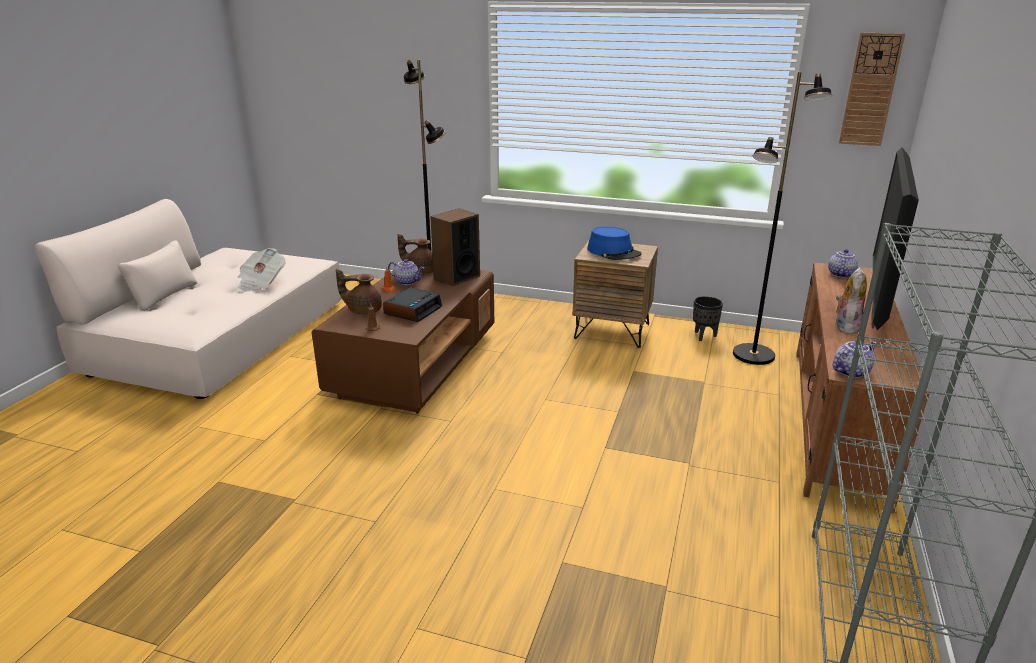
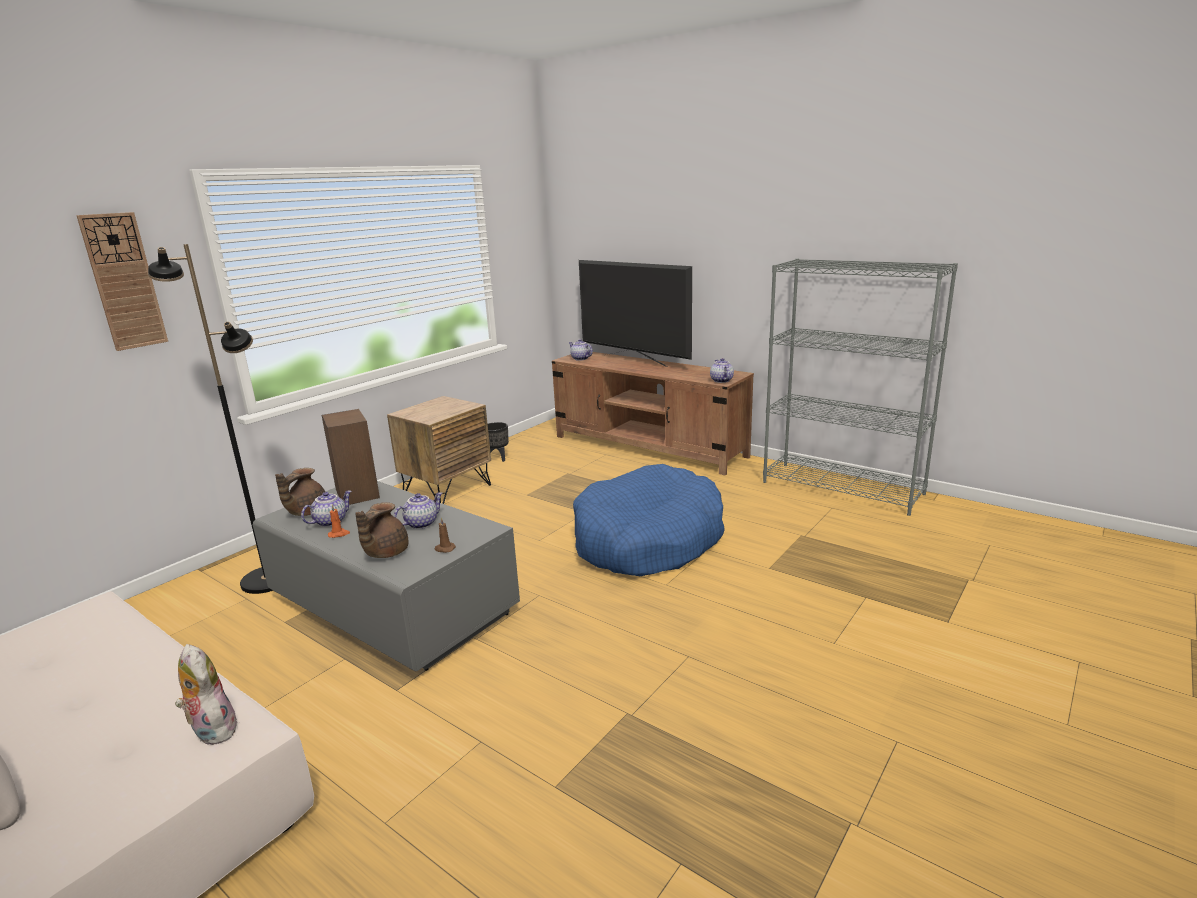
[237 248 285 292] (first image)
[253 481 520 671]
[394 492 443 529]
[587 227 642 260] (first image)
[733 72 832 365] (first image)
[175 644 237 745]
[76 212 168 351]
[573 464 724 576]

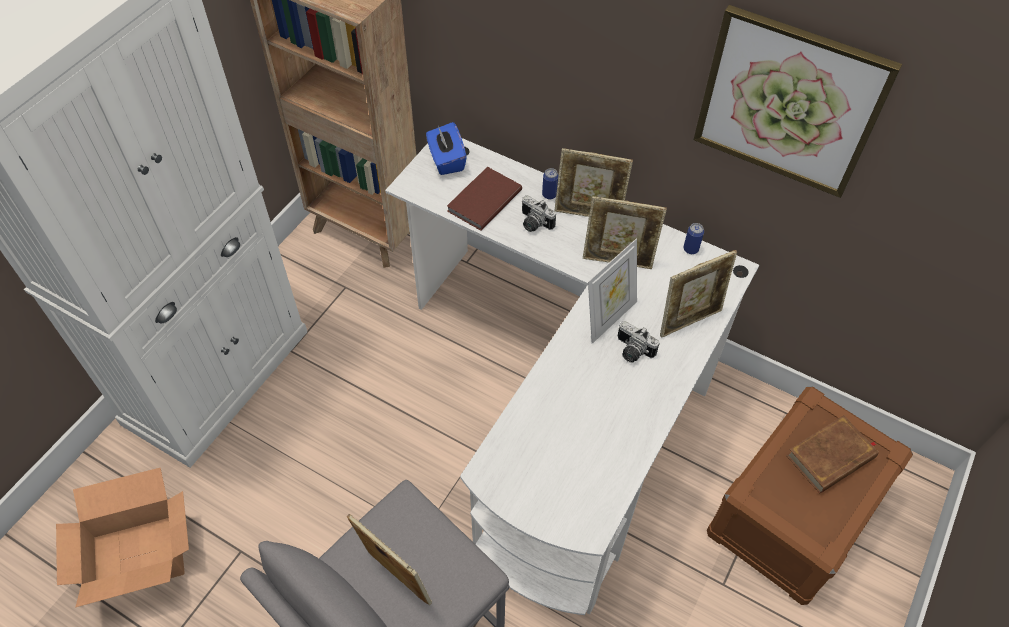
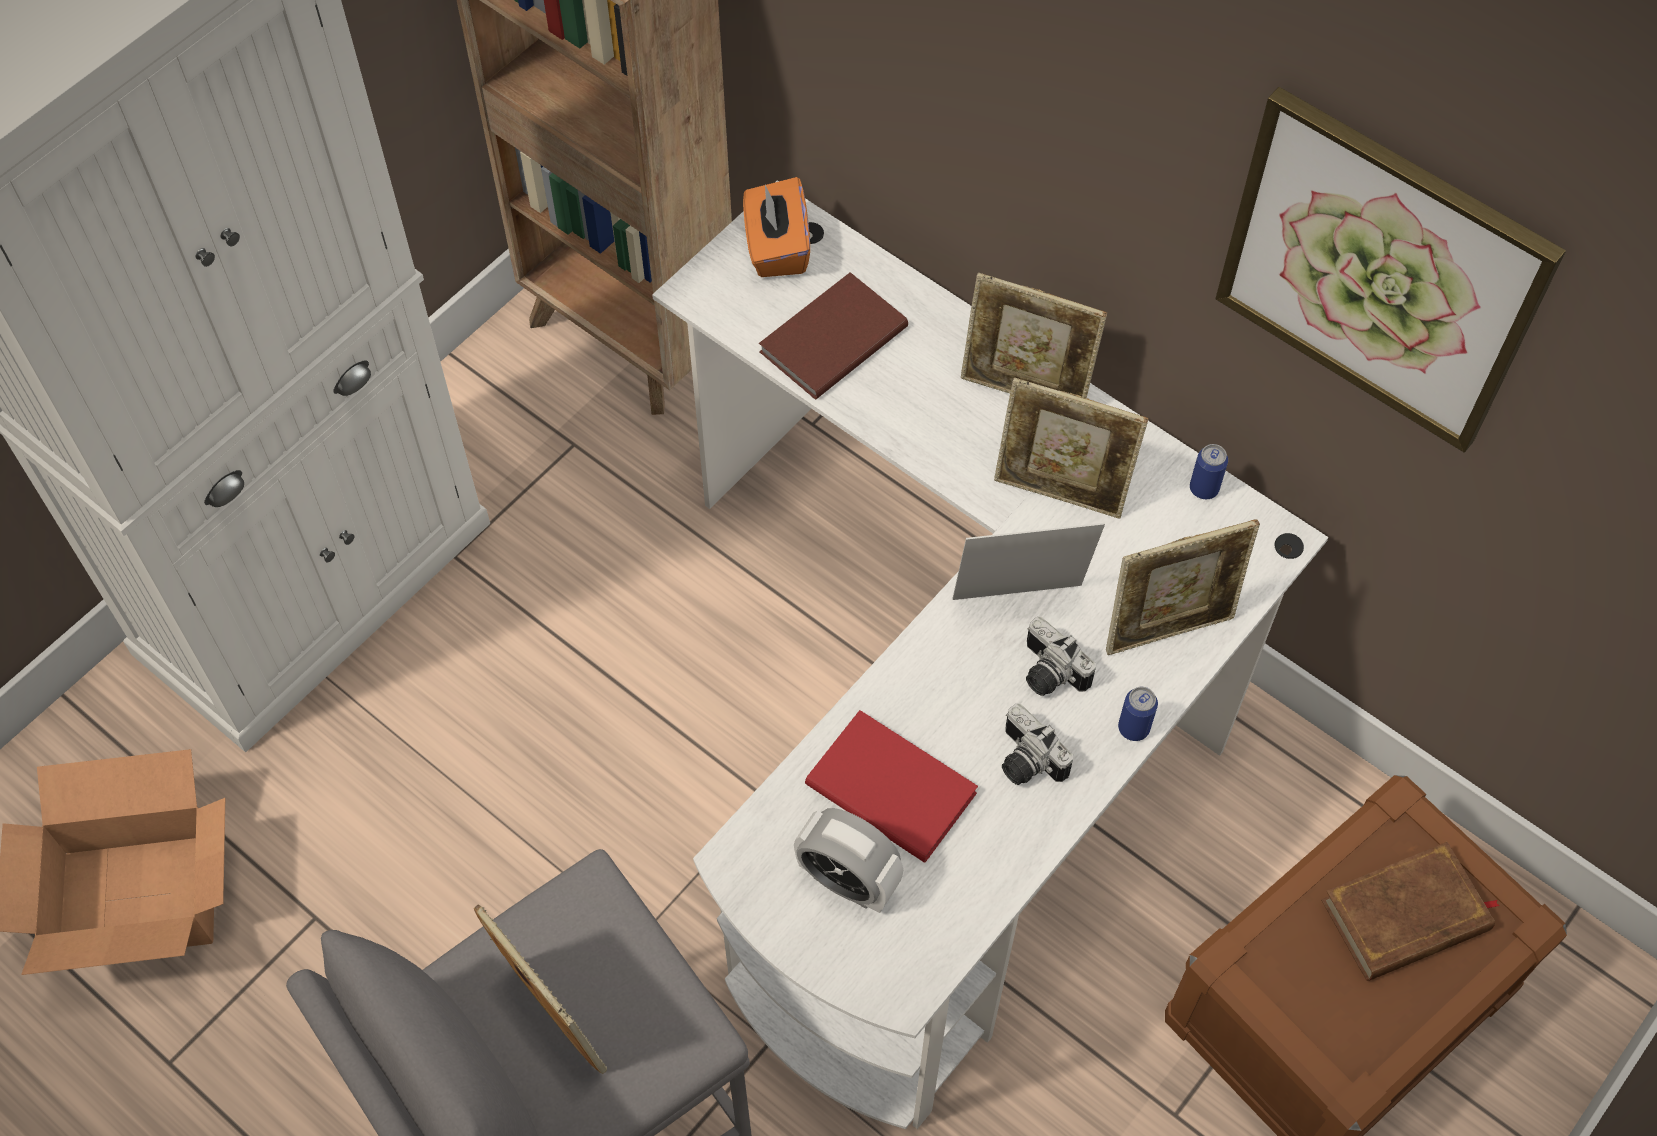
[743 177 810 277]
[1002 704 1073 785]
[1118 687 1158 741]
[952 523 1105 600]
[794 808 903 913]
[805 710 978 863]

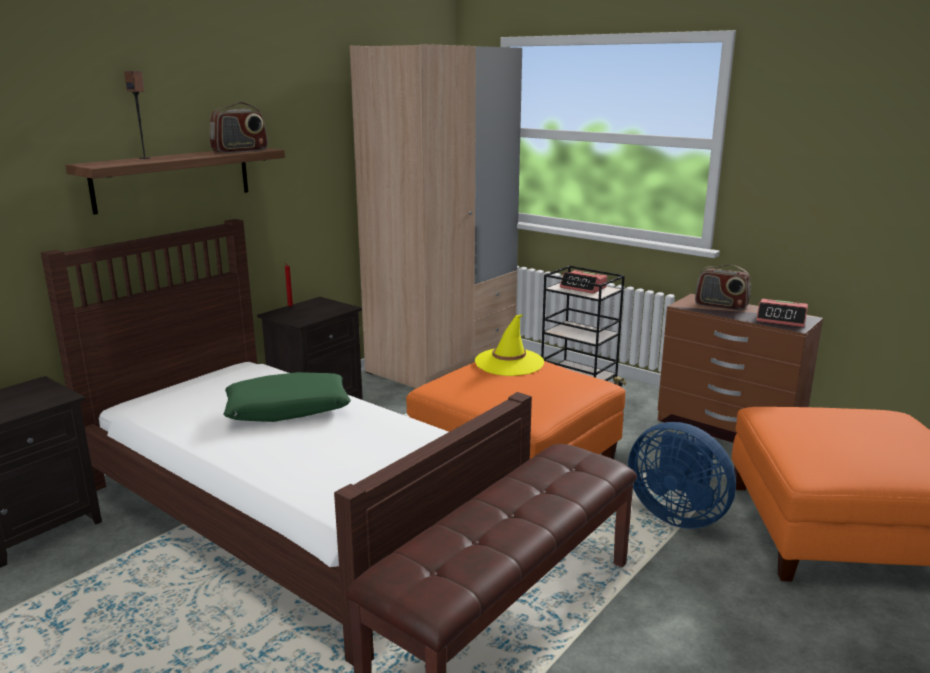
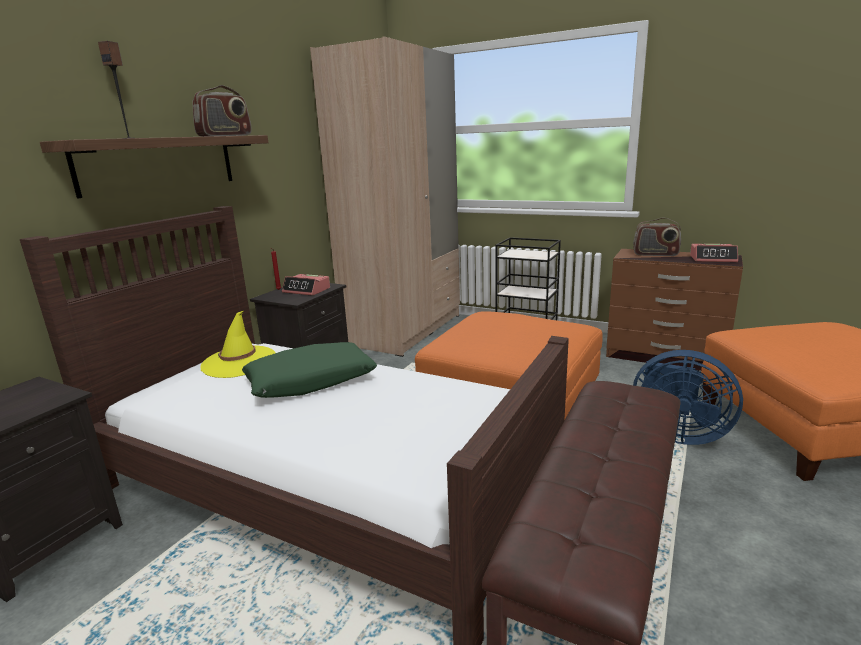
[201 311 276 378]
[282 274 330 296]

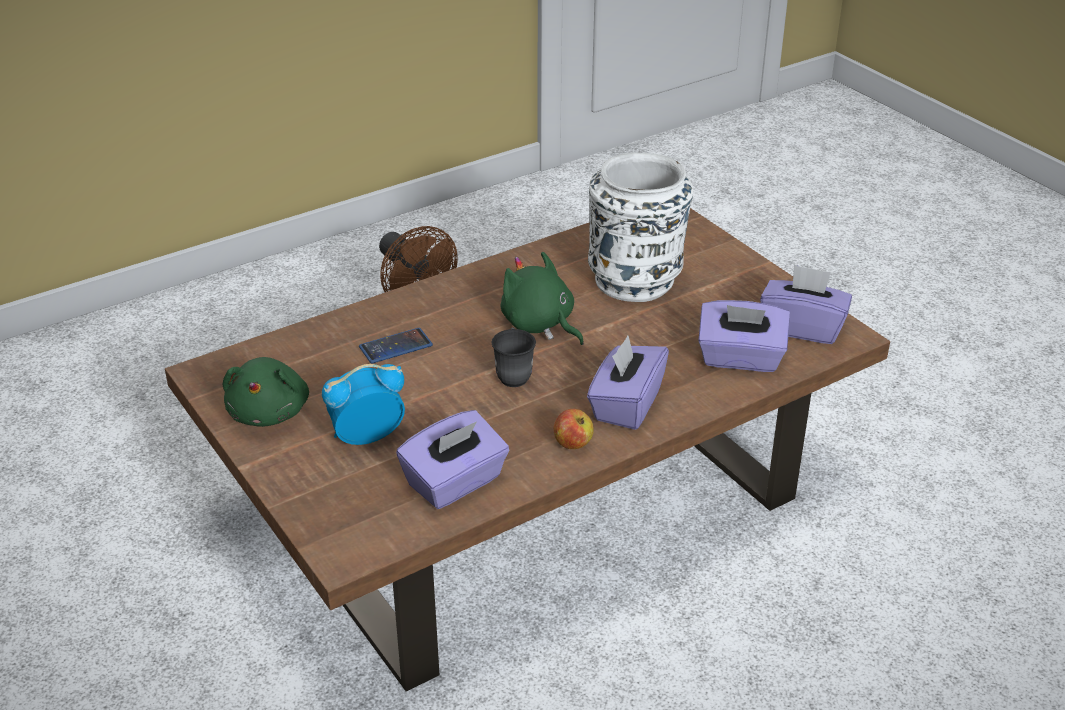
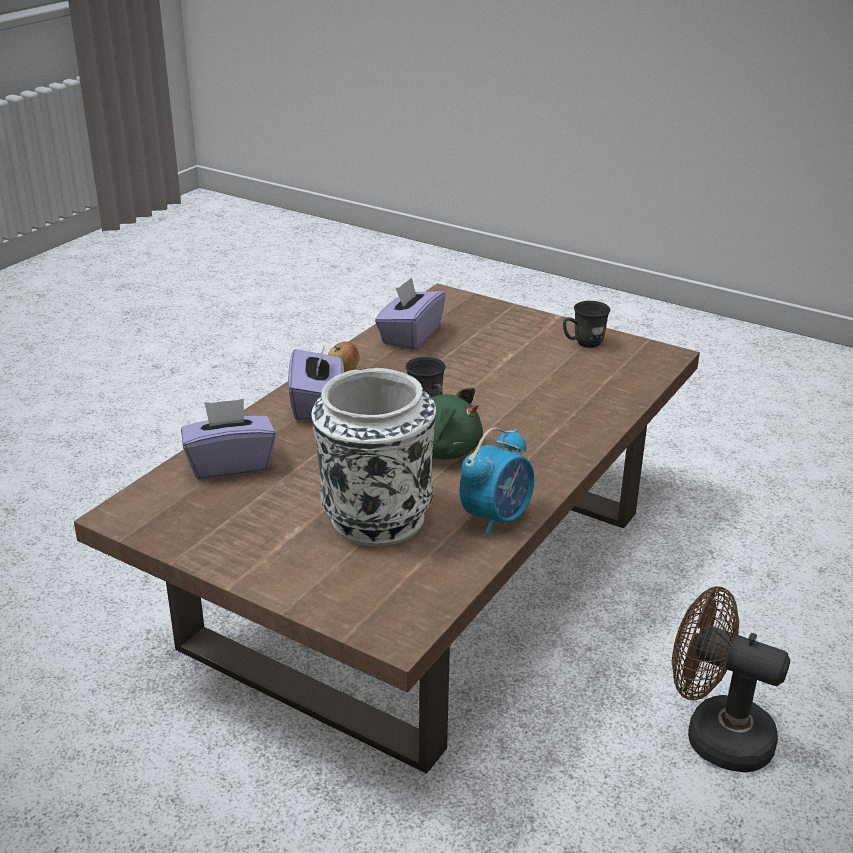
[563 301 610 348]
[459 428 534 537]
[359 328 433 364] (first image)
[760 265 852 344] (first image)

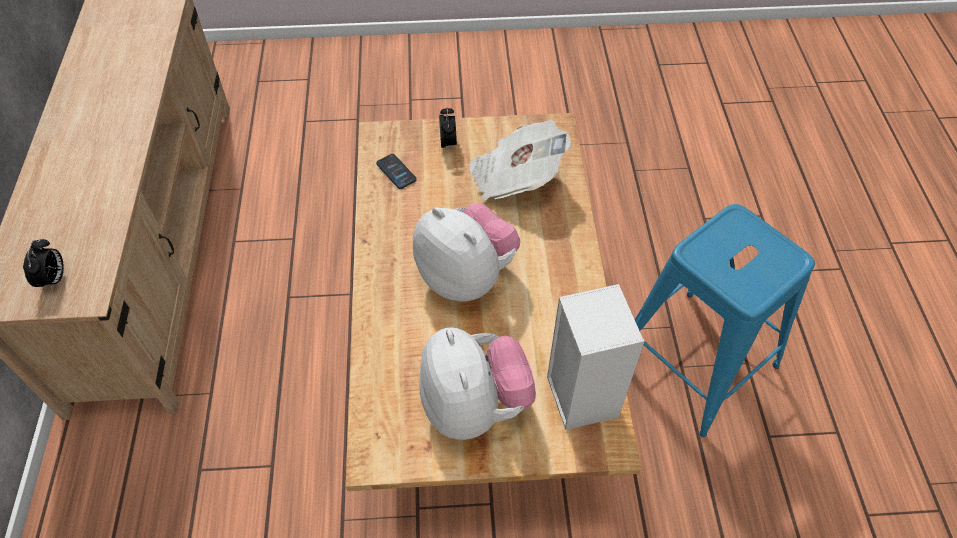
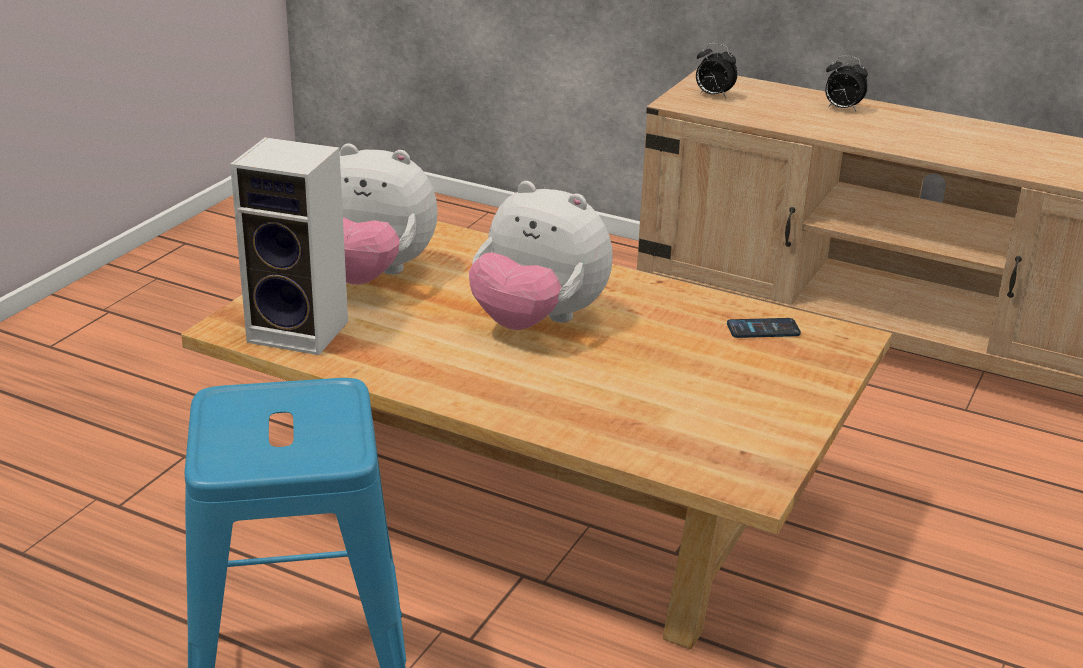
[469 181 613 330]
[825 55 868 111]
[469 120 571 201] (first image)

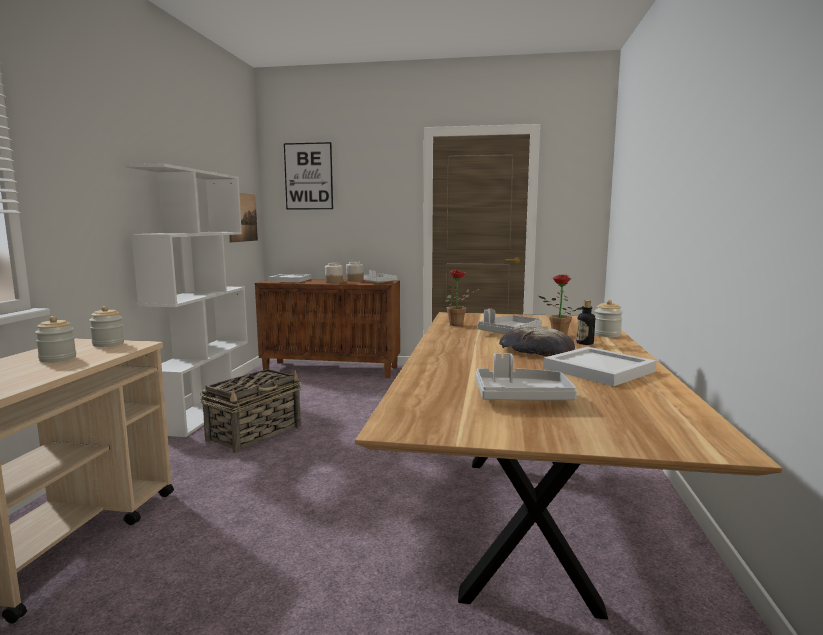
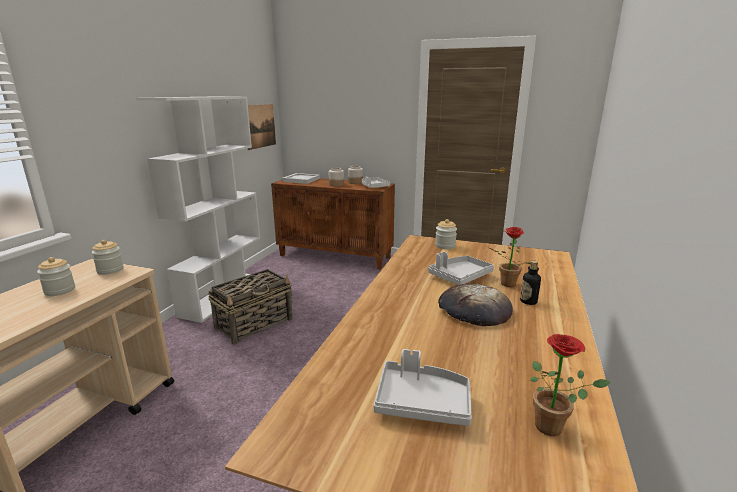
[284 142 333 210] (first image)
[530 334 611 436]
[543 347 657 387] (first image)
[435 219 457 249]

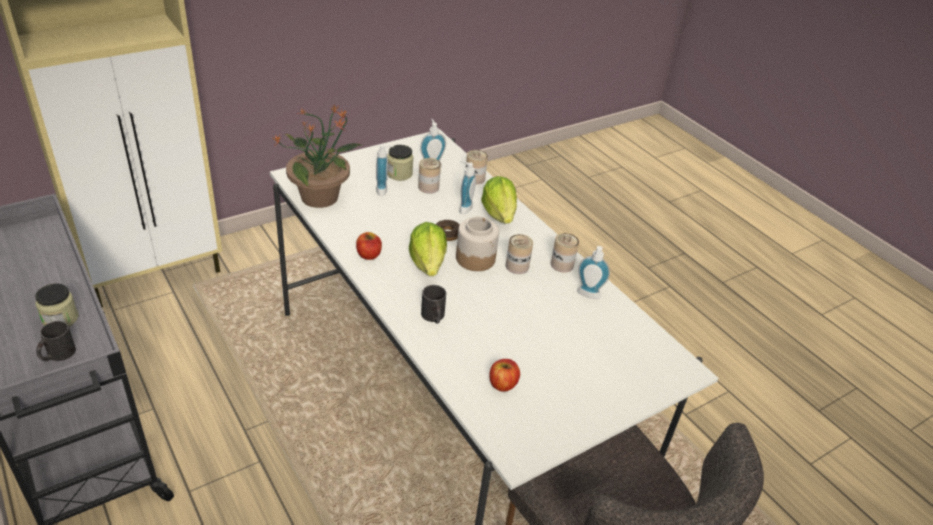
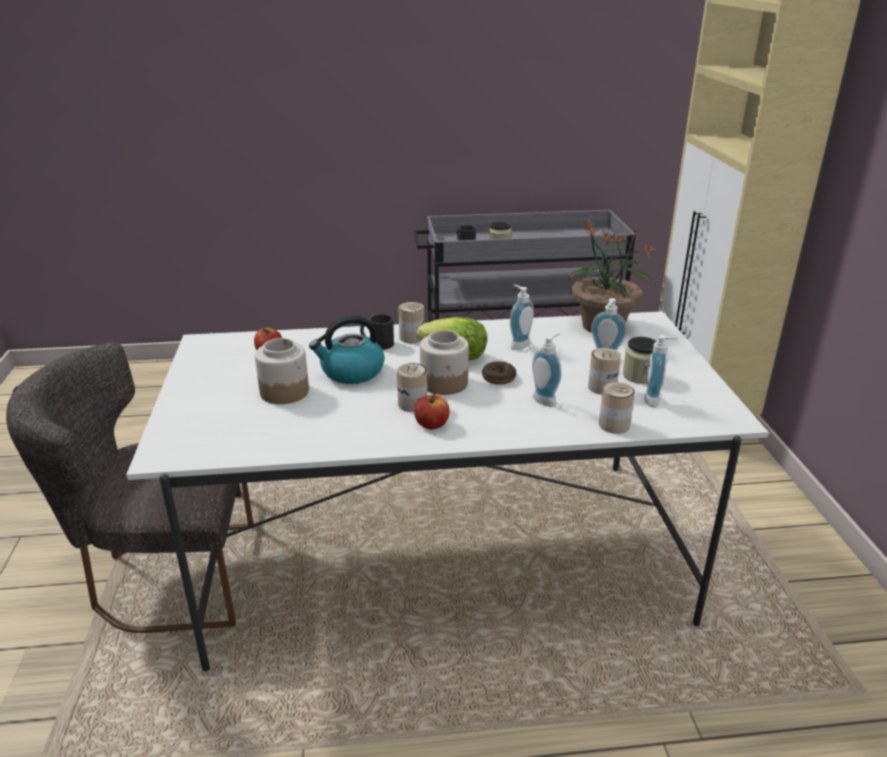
[414 394 450 429]
[481 176 517 224] (first image)
[399 302 424 343]
[510 284 534 350]
[255 338 309 404]
[309 315 384 384]

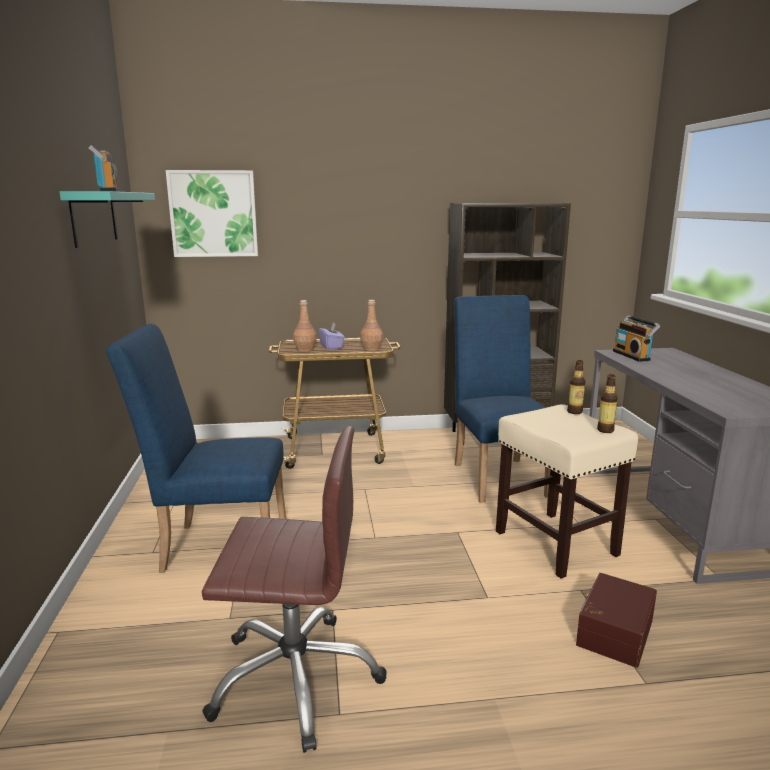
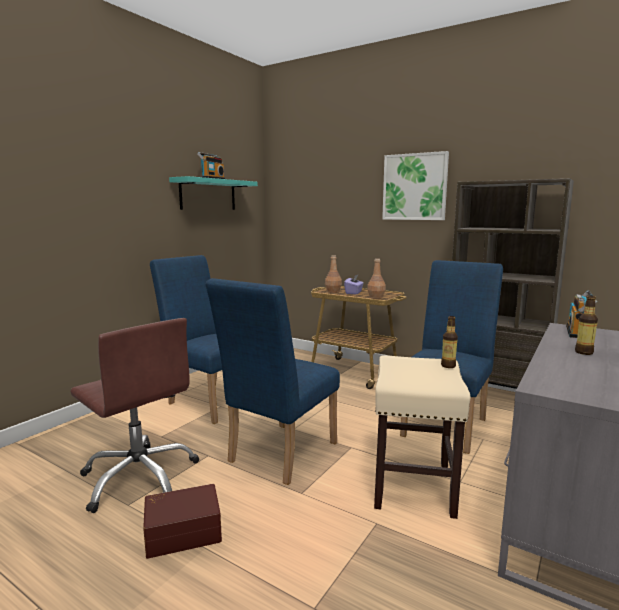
[382 151 449 220]
[143 484 222 559]
[575 296 598 355]
[205 278 340 485]

